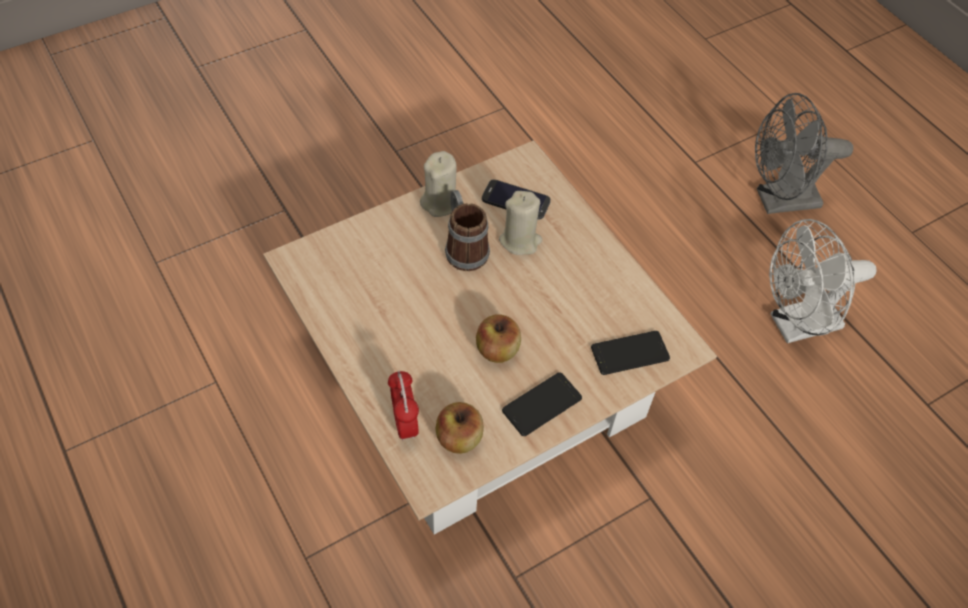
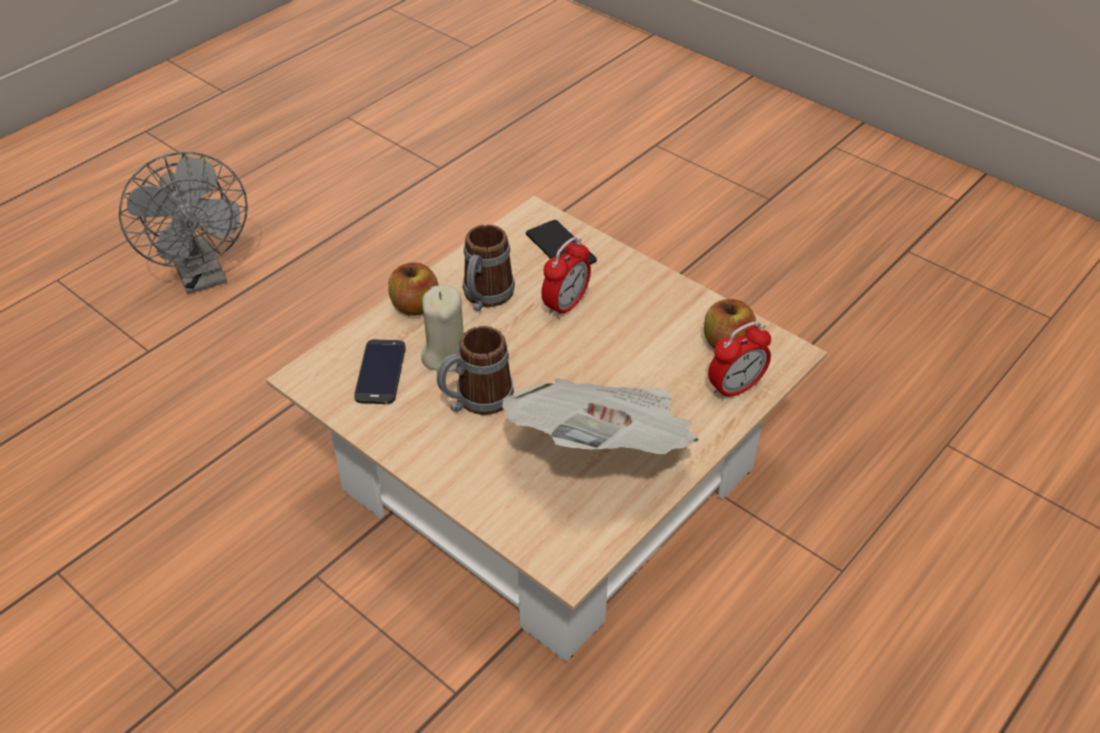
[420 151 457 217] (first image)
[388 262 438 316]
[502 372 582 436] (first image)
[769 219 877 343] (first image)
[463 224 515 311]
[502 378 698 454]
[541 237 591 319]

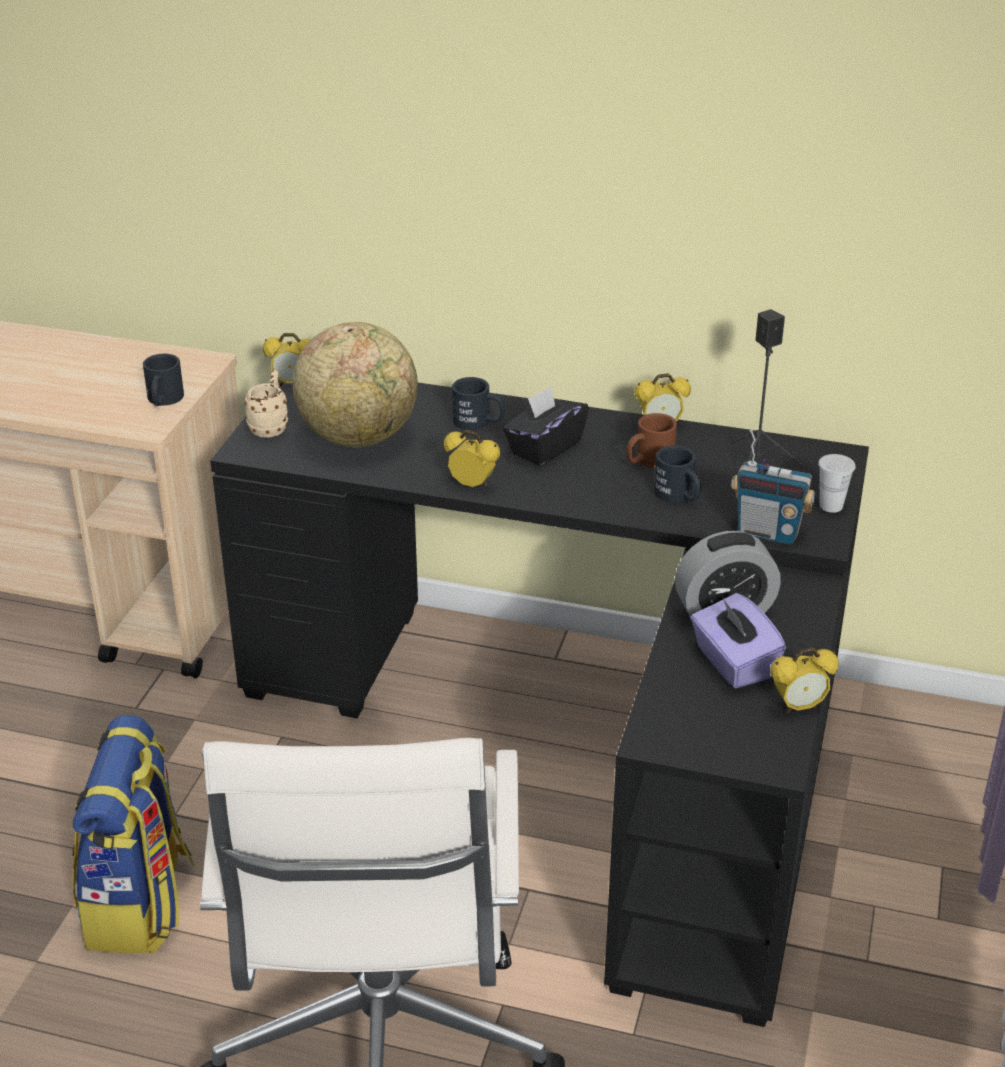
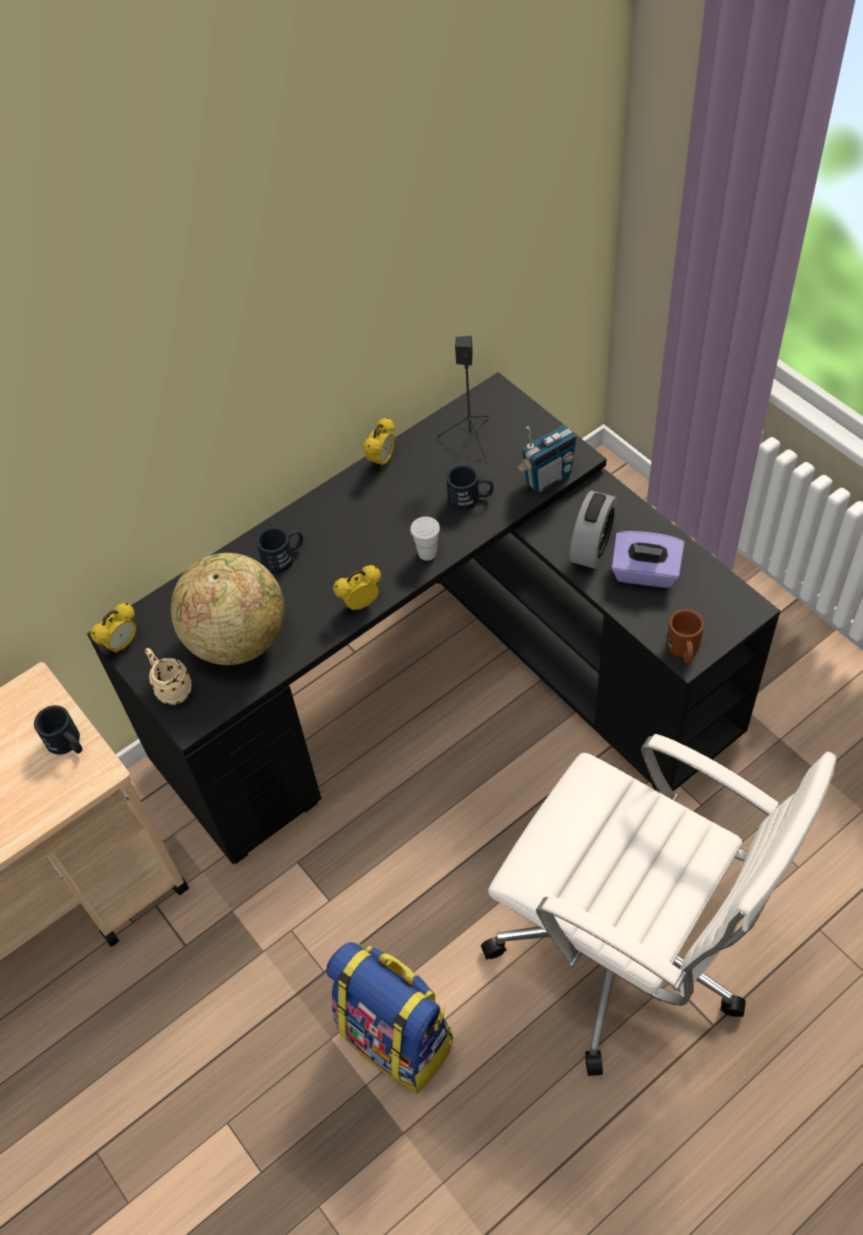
[503 386 589 466] (first image)
[666 609 704 664]
[770 647 839 714] (first image)
[410 517 440 561]

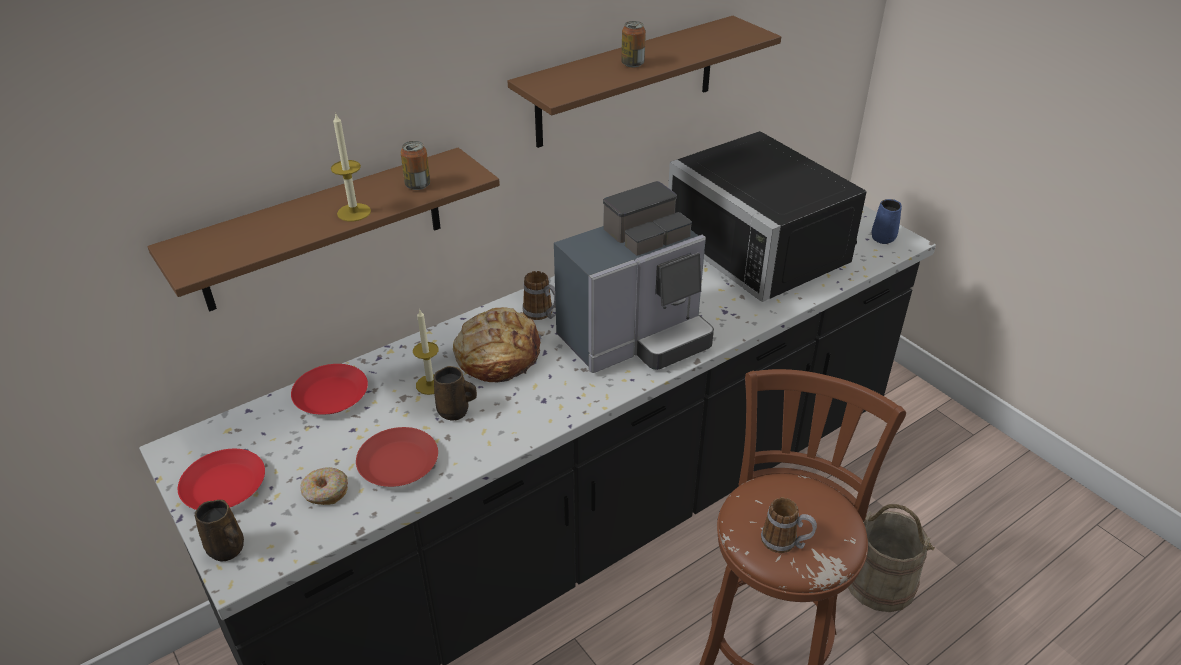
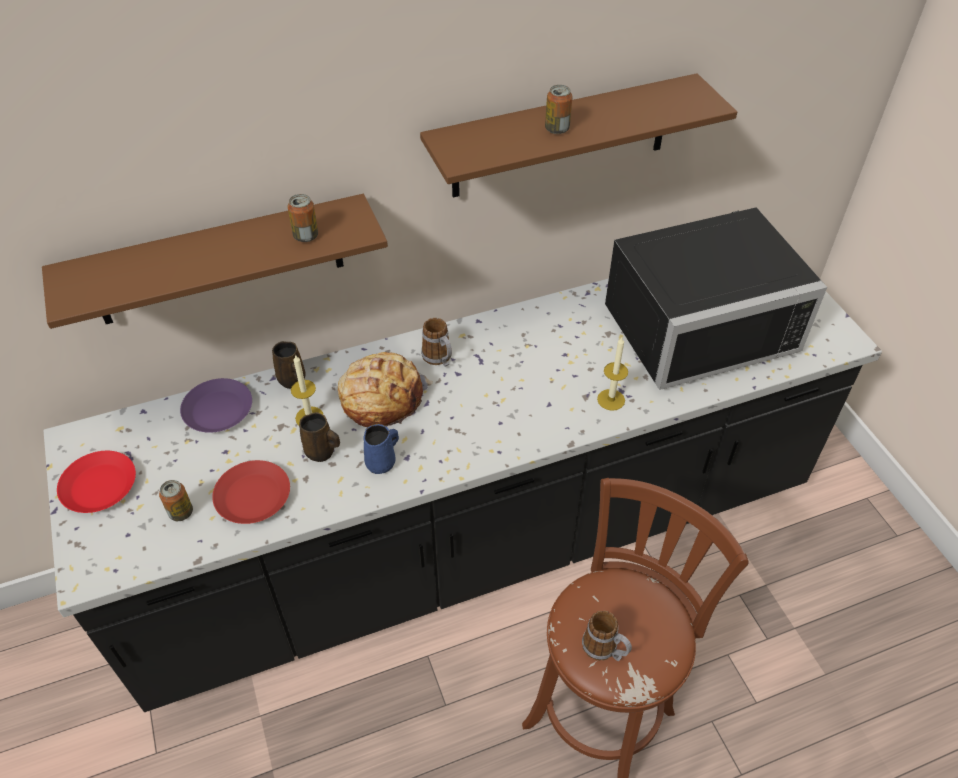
[272 341 306 389]
[180 378 252 433]
[159 480 193 521]
[597 337 628 411]
[554 181 714 373] (first image)
[605 207 827 390]
[848 504 935 612] (first image)
[363 424 399 474]

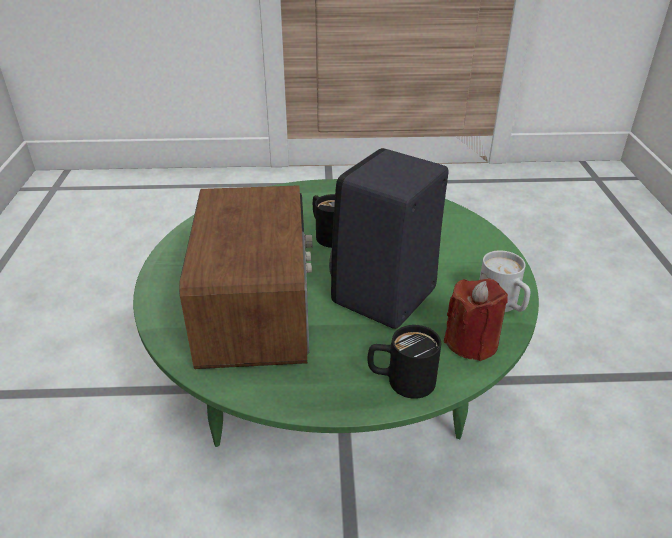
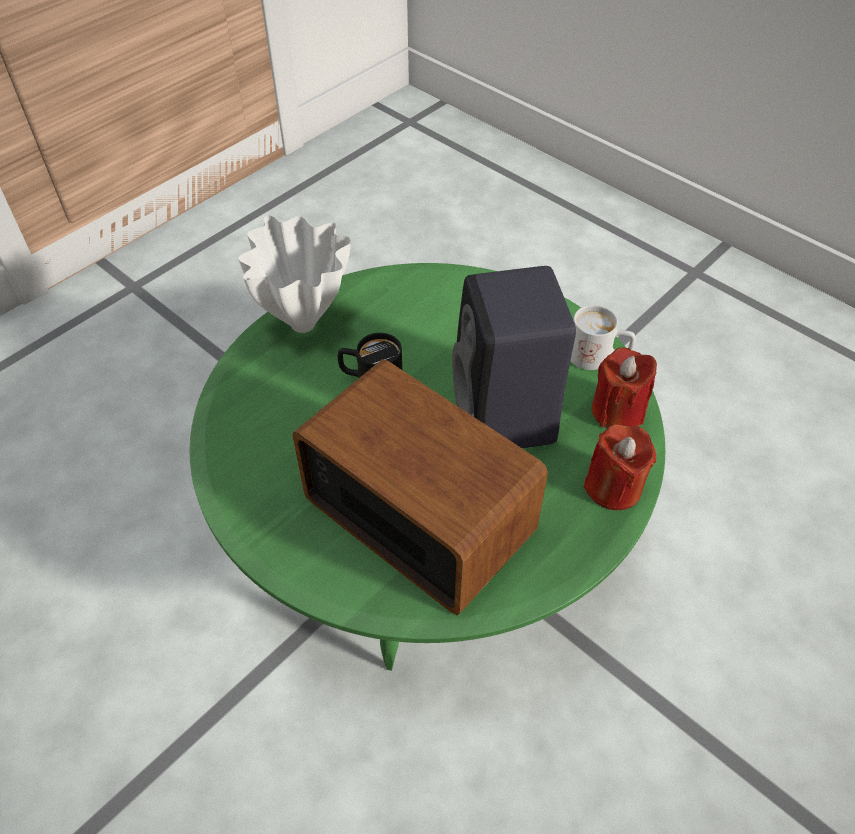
[583 424 656 510]
[238 215 351 333]

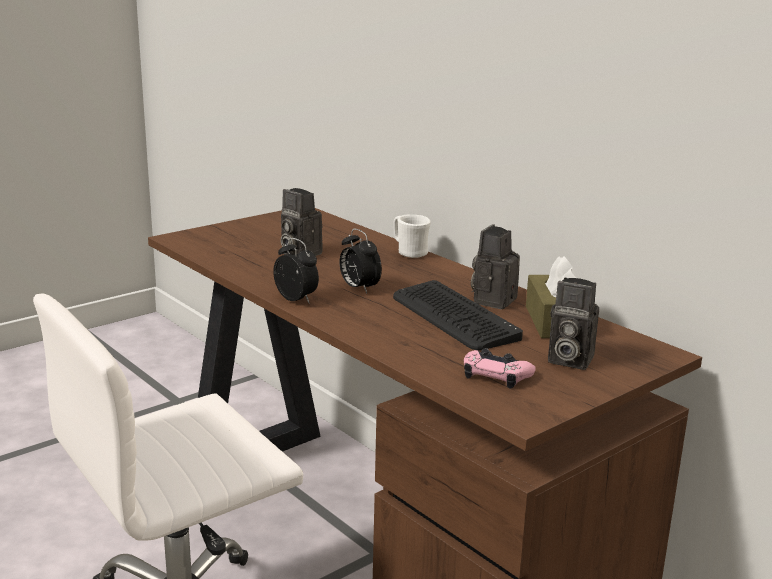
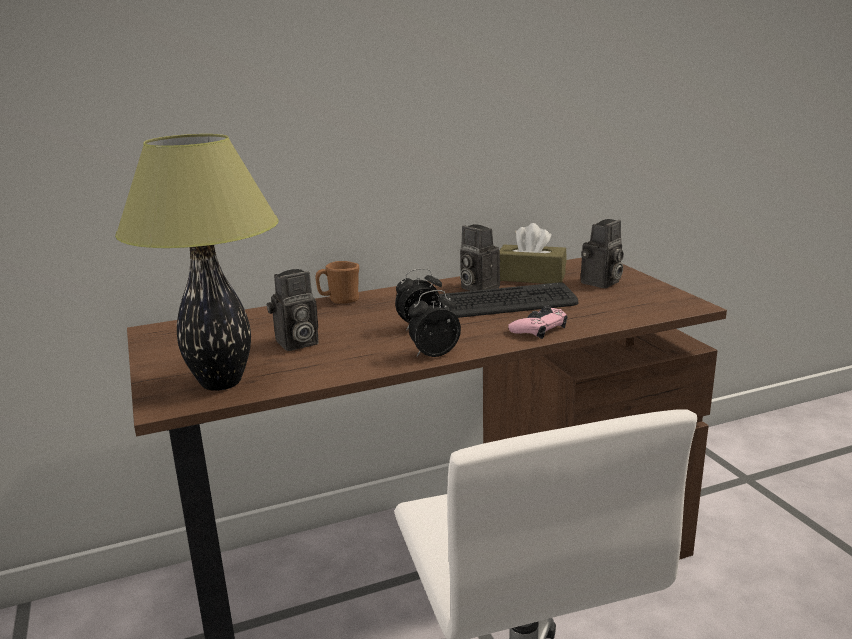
[315 261 359 304]
[508 305 568 339]
[115 134 279 391]

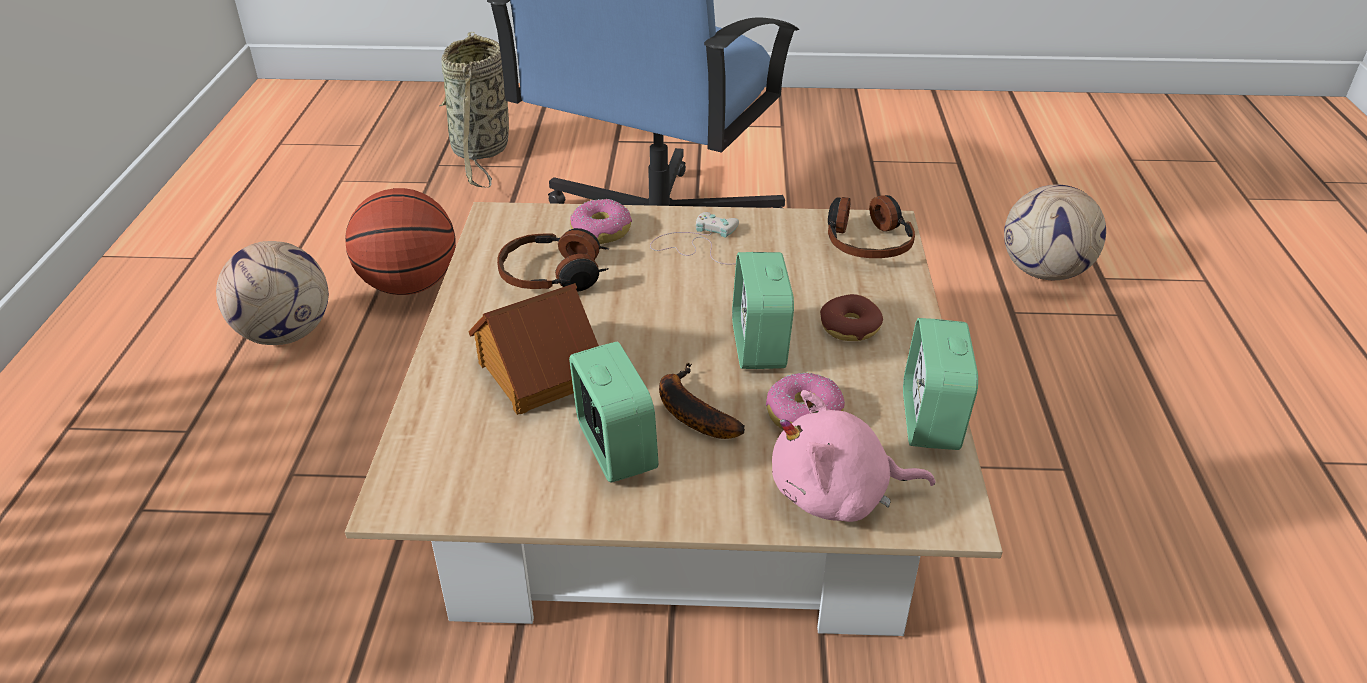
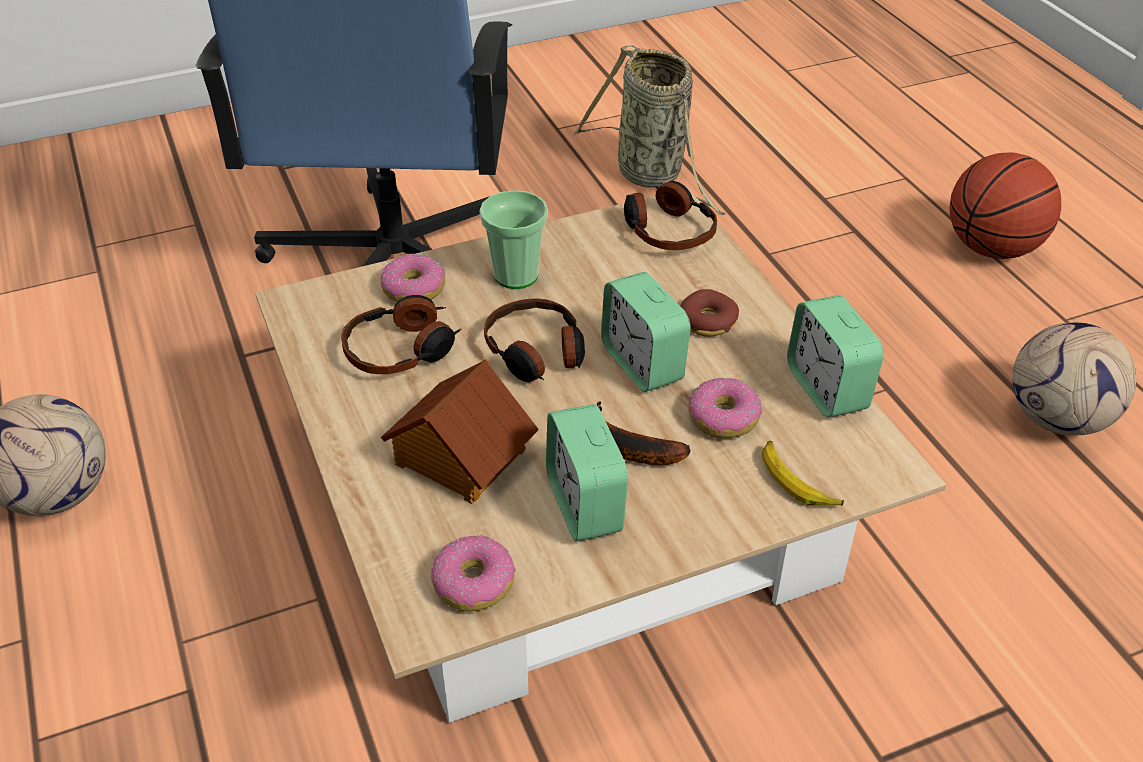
[950 153 1061 259]
[574 45 725 215]
[546 404 628 541]
[479 190 548 289]
[762 441 844 506]
[1012 322 1136 436]
[431 535 516 612]
[484 298 585 382]

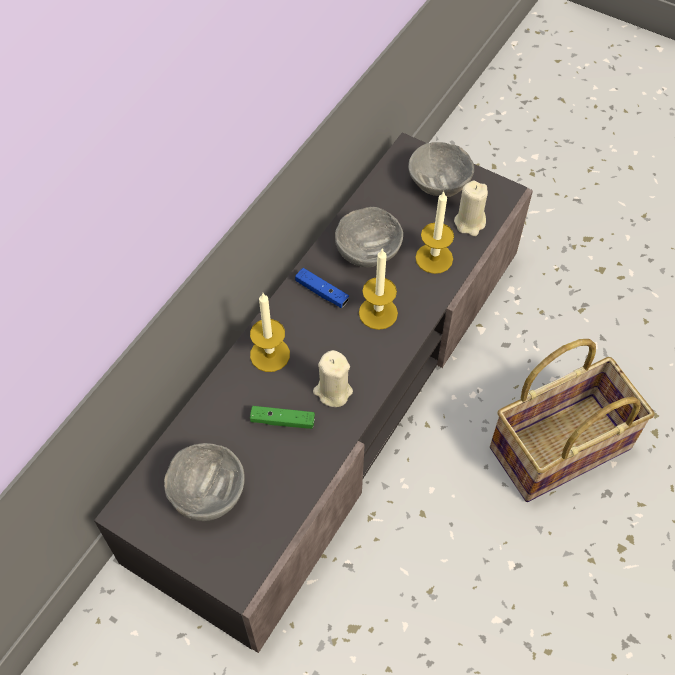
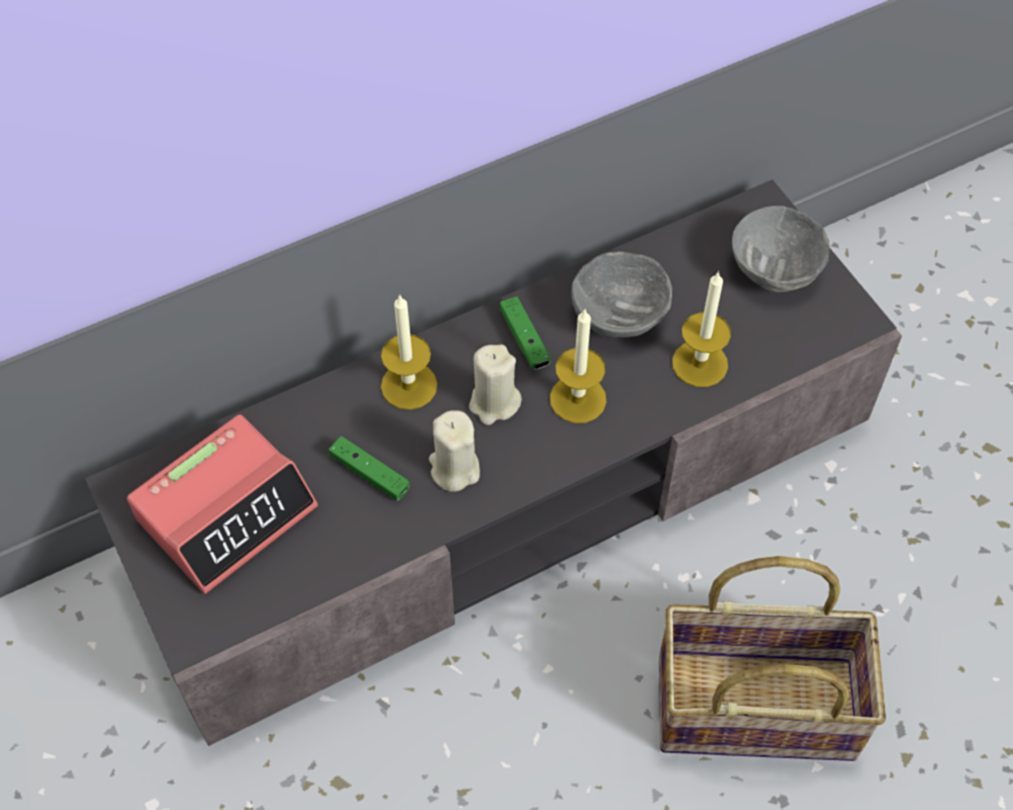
[127 415 318 594]
[500 296 551 370]
[469 344 522 425]

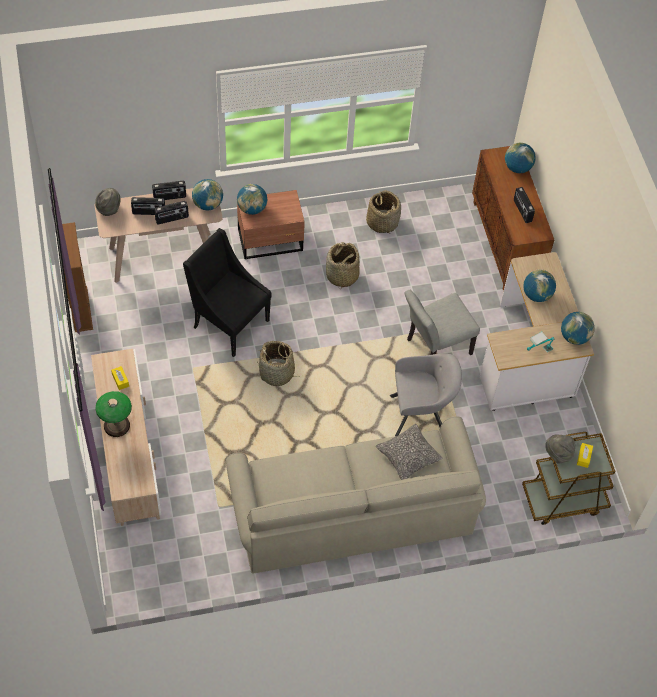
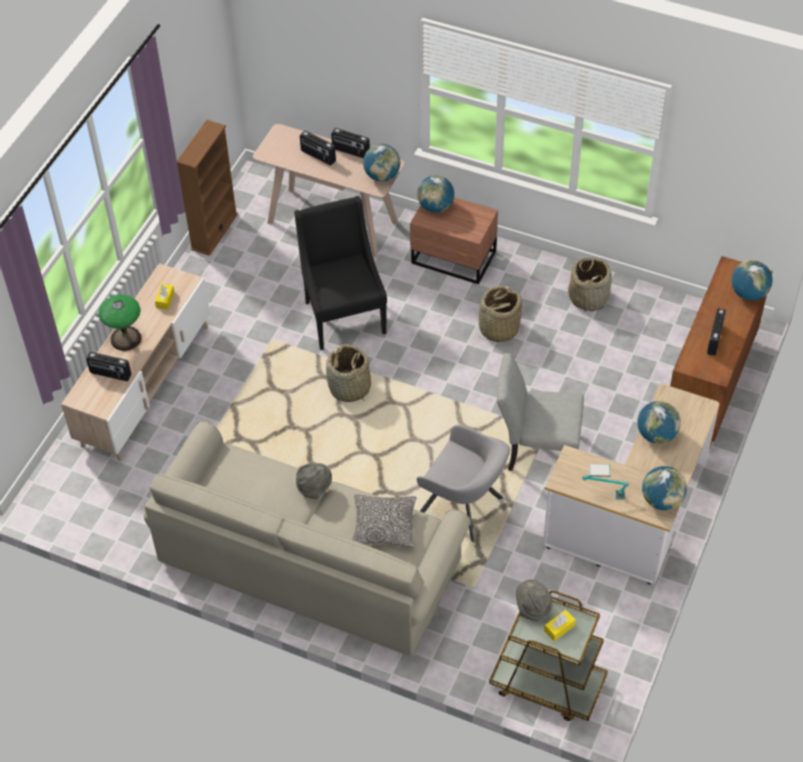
[296 463 332 499]
[86 352 131 381]

